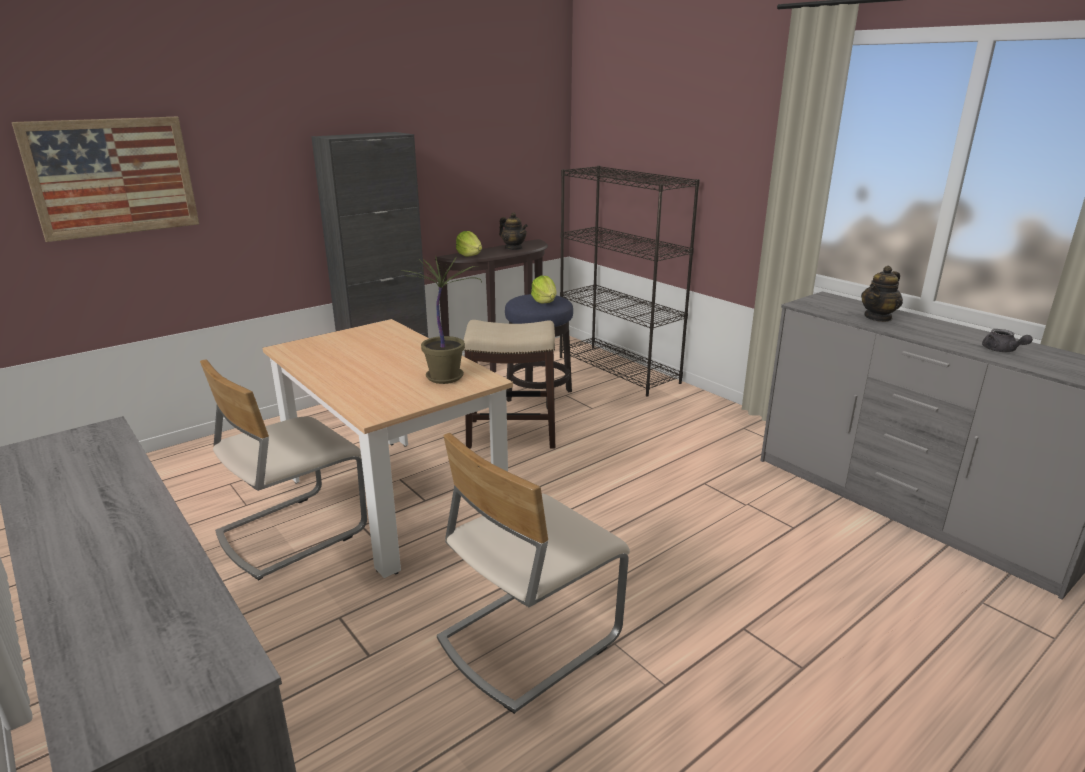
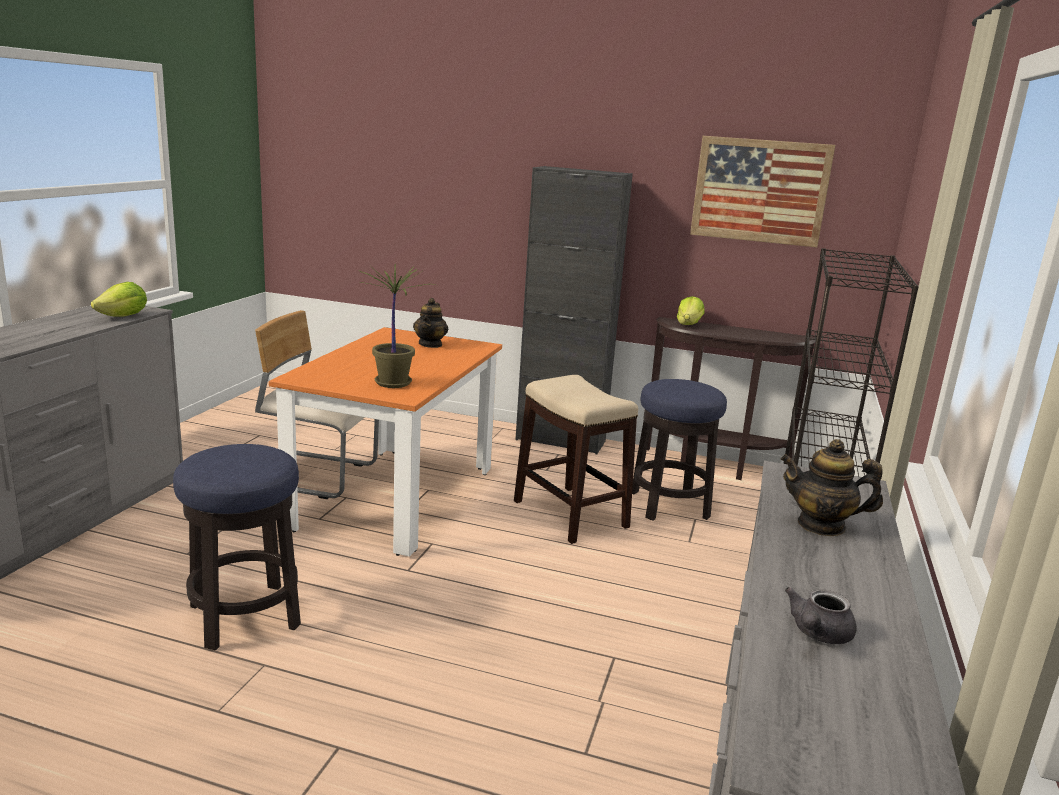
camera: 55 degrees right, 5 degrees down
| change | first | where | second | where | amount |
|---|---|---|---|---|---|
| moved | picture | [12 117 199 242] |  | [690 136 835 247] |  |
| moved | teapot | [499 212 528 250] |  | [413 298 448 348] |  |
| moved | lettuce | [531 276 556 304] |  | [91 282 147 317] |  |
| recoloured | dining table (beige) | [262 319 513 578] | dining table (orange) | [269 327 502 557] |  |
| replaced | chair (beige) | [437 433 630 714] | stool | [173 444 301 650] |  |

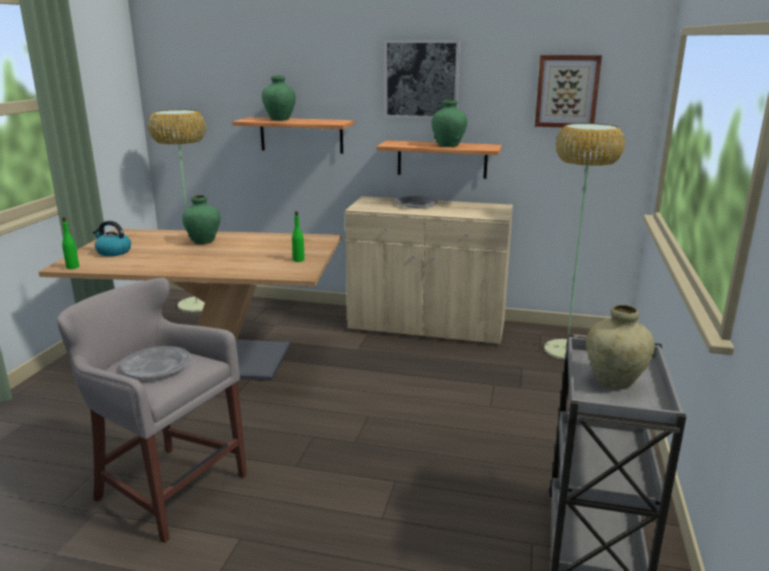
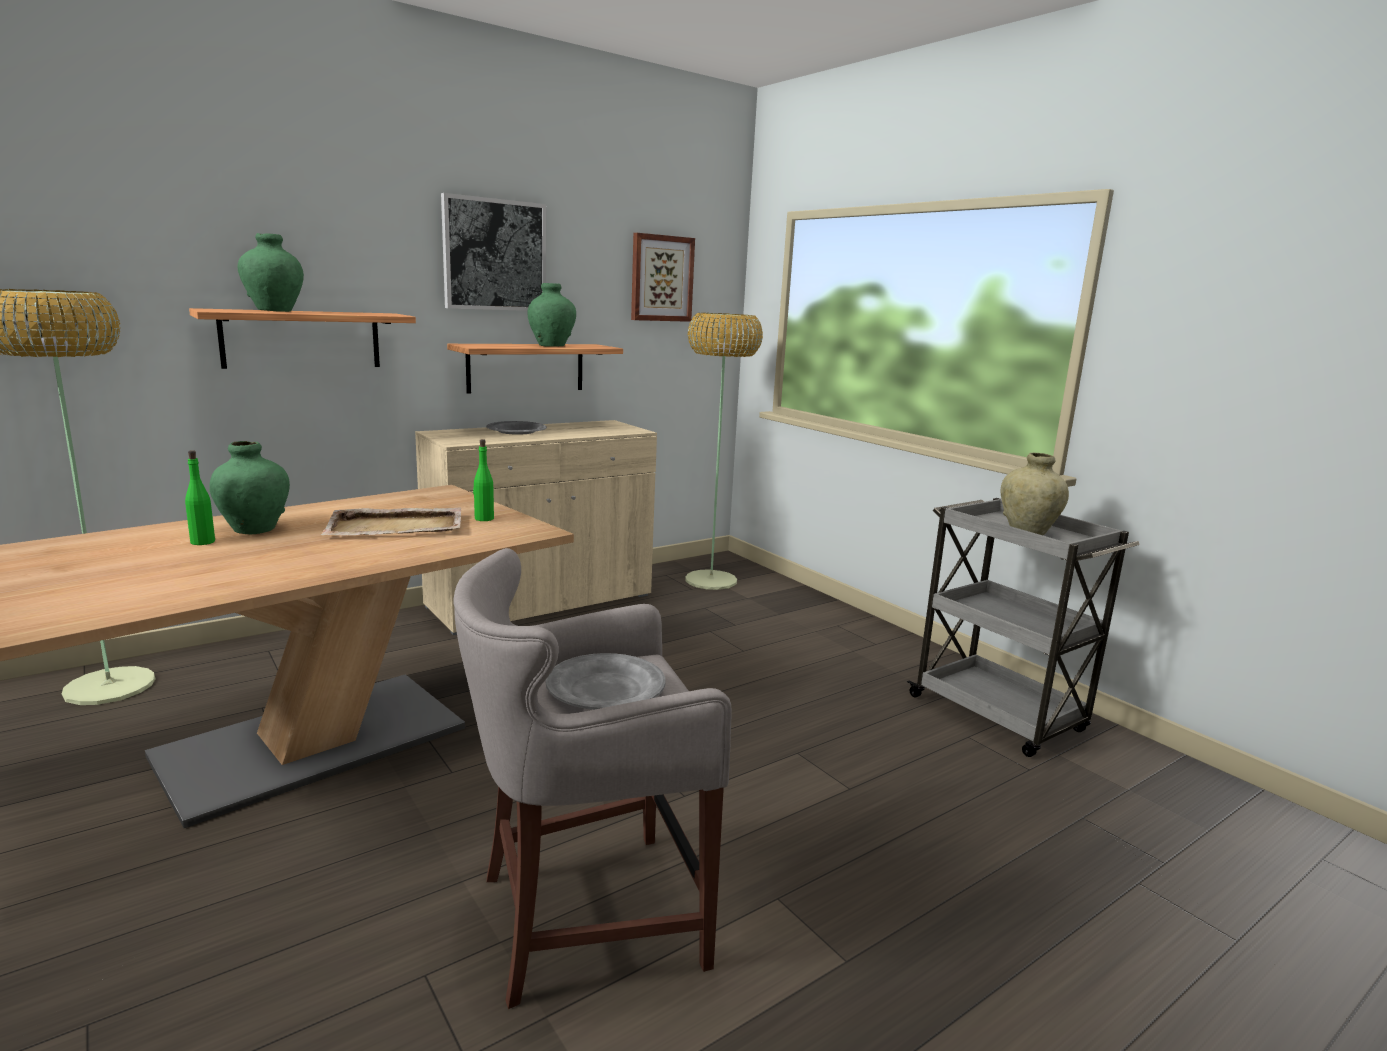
camera: 50 degrees left, 5 degrees down
| change | first | where | second | where | amount |
|---|---|---|---|---|---|
| moved | bottle (green) | [62 217 79 269] |  | [185 450 215 545] |  |
| removed | kettle | [93 221 131 256] |  |  |  |
| added |  |  | tray (beige) | [321 507 462 535] |  |

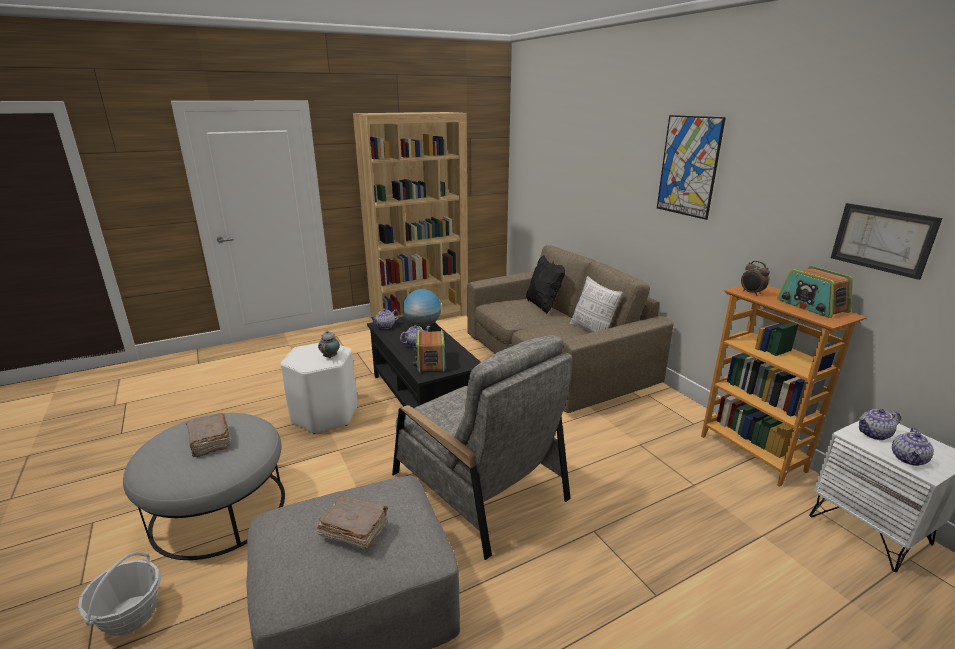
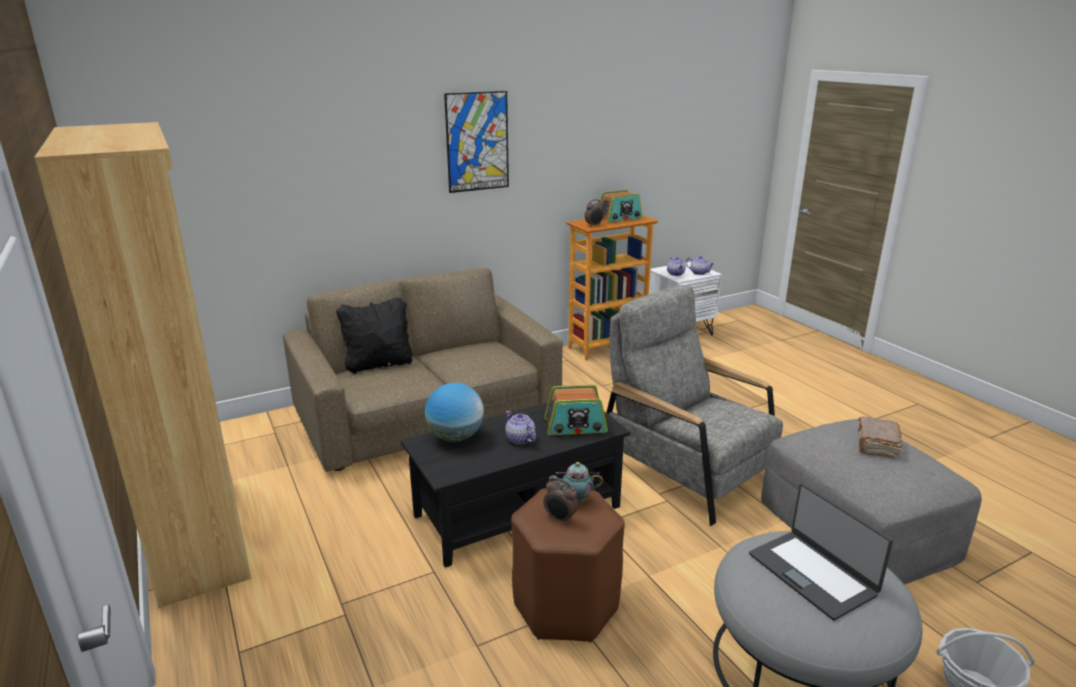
camera: 90 degrees left, 0 degrees up
| change | first | where | second | where | amount |
|---|---|---|---|---|---|
| removed | picture | [831 203 942 280] |  |  |  |
| removed | pillow | [570 276 623 333] |  |  |  |
| removed | teapot | [370 309 400 329] |  |  |  |
| turned | armchair (grey) | [392 335 572 560] |  | [606 285 783 526] | 90 degrees counterclockwise |
| recoloured | stool (white) | [281 343 357 434] | stool (brown) | [511 488 625 643] |  |
| replaced | book (brown) | [186 413 231 457] | laptop | [749 483 893 621] |  |
| added |  |  | alarm clock | [544 478 578 525] |  |

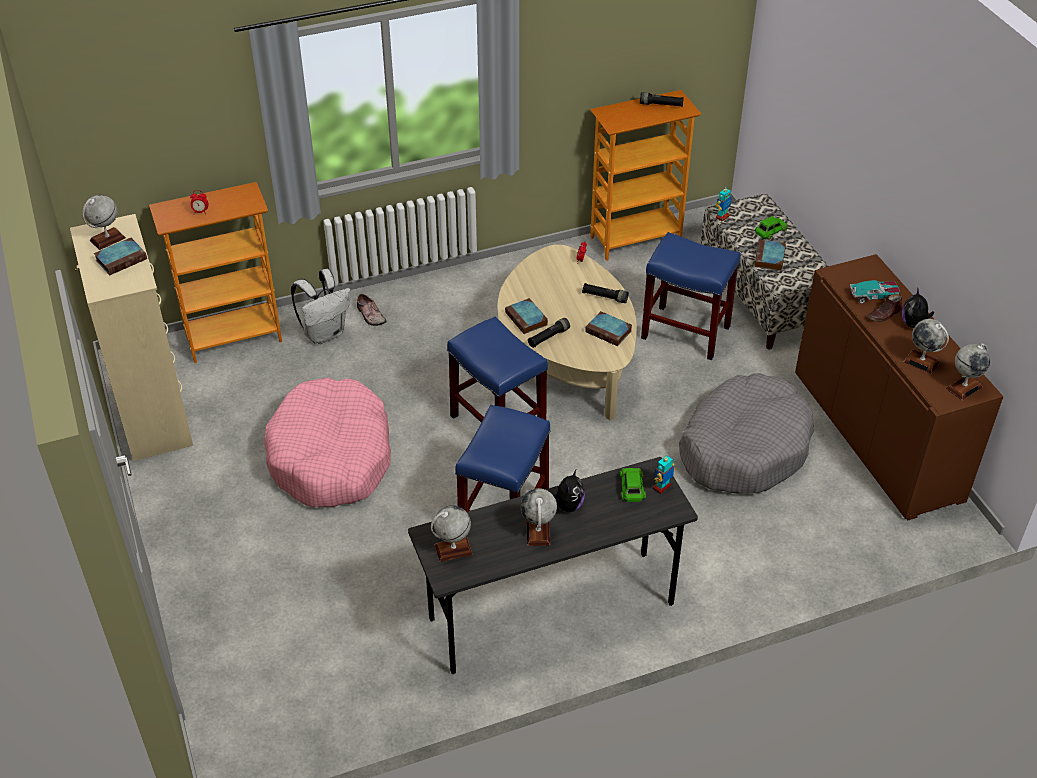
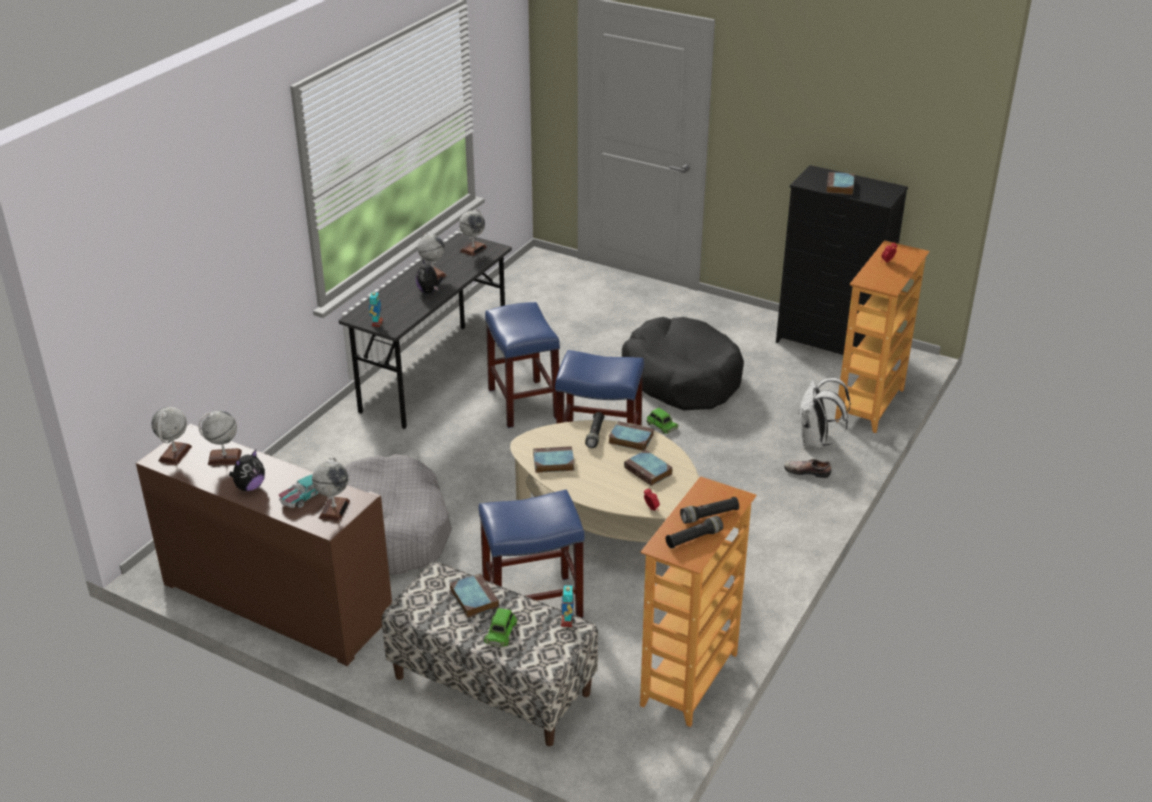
camera: 140 degrees right, 10 degrees down
| change | first | where | second | where | amount |
|---|---|---|---|---|---|
| moved | globe | [82 195 126 250] |  | [312 457 350 521] |  |
| recoloured | dresser (beige) | [70 214 193 461] | dresser (black) | [776 165 908 355] |  |
| moved | flashlight (black) | [582 283 629 303] |  | [680 497 739 524] |  |
| turned | plush toy | [902 290 934 328] |  | [229 450 265 491] | 75 degrees clockwise |
| removed | shoe (brown) | [867 294 902 322] |  |  |  |
| recoloured | dog bed (pink) | [264 378 391 507] | dog bed (black) | [622 317 744 410] |  |
| moved | toy car (green) | [619 468 646 502] |  | [647 408 679 434] |  |
| added |  |  | book | [624 450 673 486] |  |

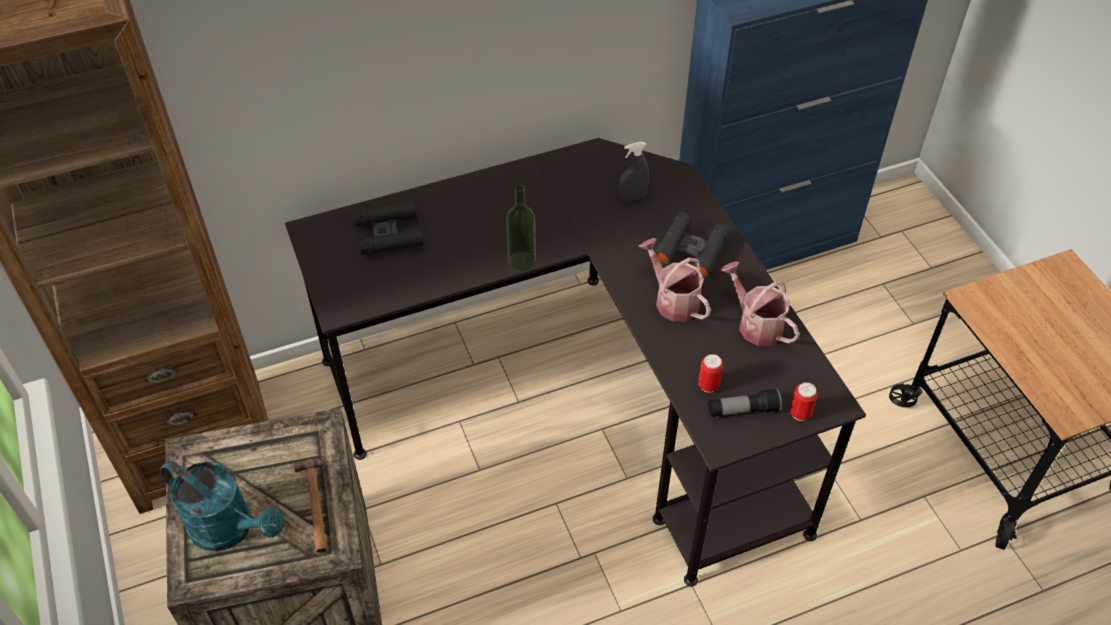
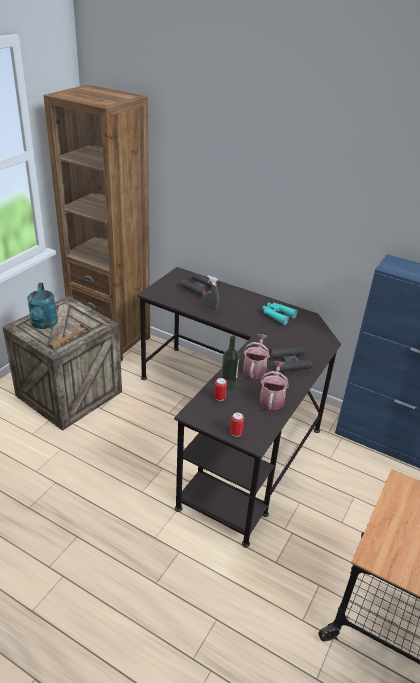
camera: 50 degrees right, 15 degrees down
| change | first | where | second | where | amount |
|---|---|---|---|---|---|
| moved | spray bottle (grey) | [618 142 649 202] |  | [204 276 219 312] |  |
| moved | bottle | [506 185 536 271] |  | [221 336 239 390] |  |
| removed | flashlight | [708 388 782 417] |  |  |  |
| added |  |  | binoculars (turquoise) | [262 302 298 325] |  |

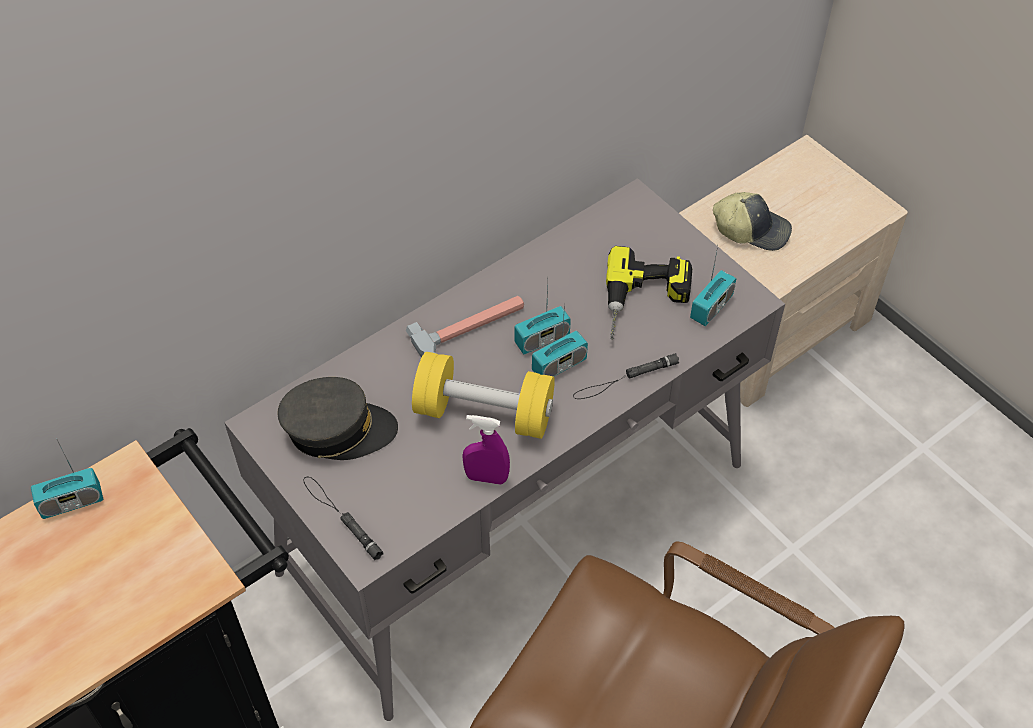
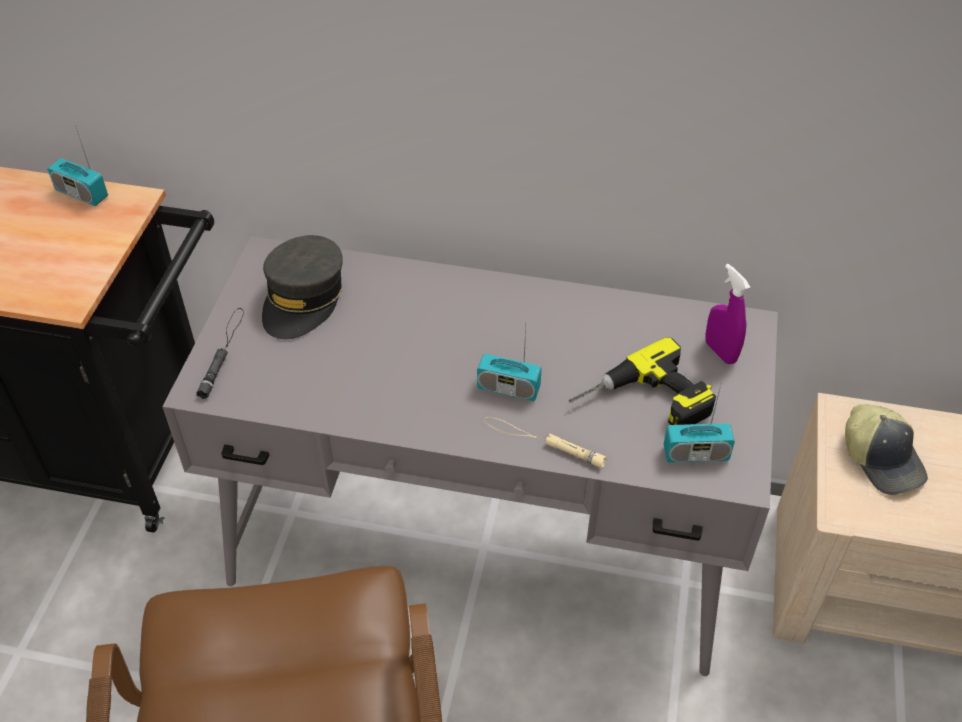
camera: 50 degrees right, 5 degrees down
| change | first | where | second | where | amount |
|---|---|---|---|---|---|
| removed | radio | [514 282 571 354] |  |  |  |
| removed | hammer | [406 296 524 358] |  |  |  |
| removed | dumbbell (yellow) | [412 352 555 439] |  |  |  |
| recoloured | flashlight (black) | [573 353 679 399] | flashlight (beige) | [484 417 607 468] |  |
| turned | cap (grey) | [277 377 398 460] |  | [262 235 343 339] | 60 degrees clockwise |
| moved | spray bottle (purple) | [462 415 510 485] |  | [706 264 750 364] |  |

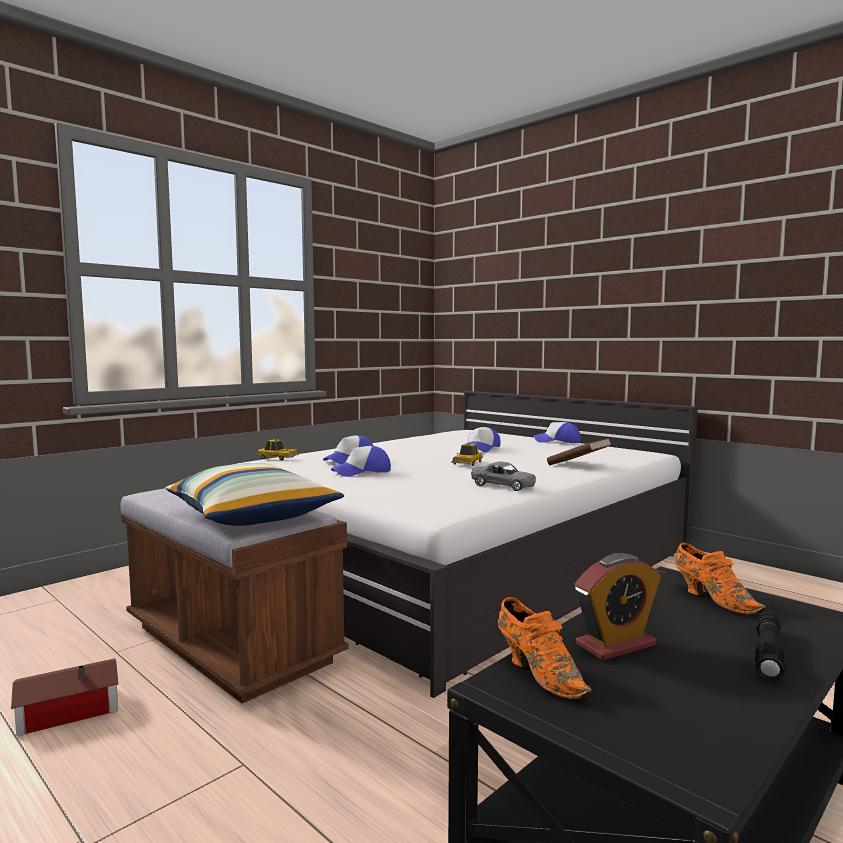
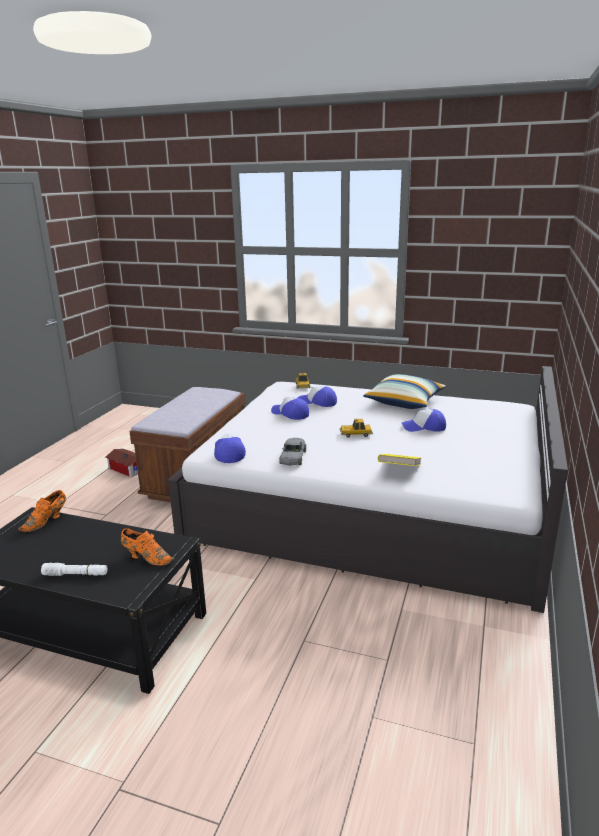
camera: 65 degrees right, 15 degrees up
| change | first | where | second | where | amount |
|---|---|---|---|---|---|
| moved | cap | [534 422 581 443] |  | [214 433 246 463] |  |
| recoloured | book (brown) | [547 438 612 465] | book (yellow) | [378 454 421 466] |  |
| moved | pillow | [166 463 344 526] |  | [363 374 446 409] |  |
| turned | shoe (orange) | [675 542 766 614] |  | [121 528 174 566] | 105 degrees counterclockwise |
| removed | alarm clock | [575 553 661 661] |  |  |  |
| recoloured | flashlight (black) | [755 611 785 682] | flashlight (white) | [41 563 107 576] |  |

